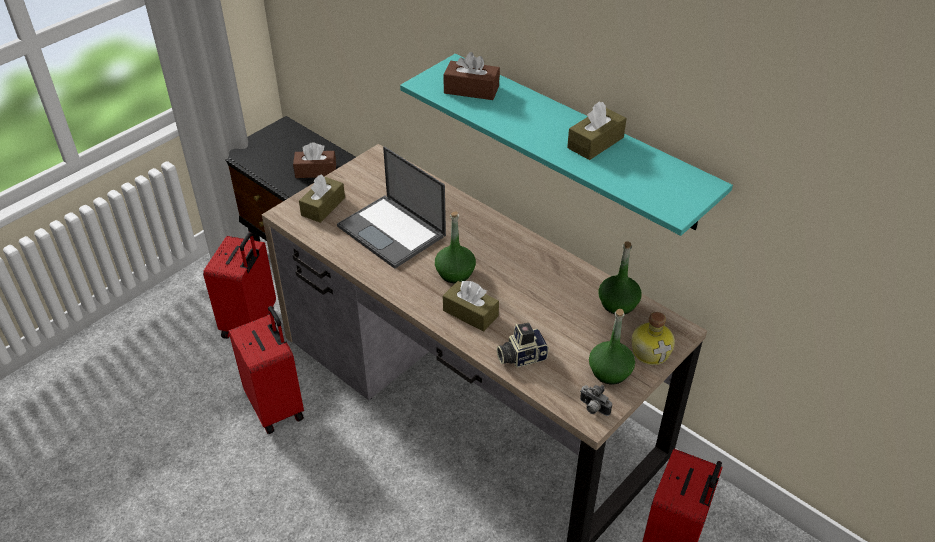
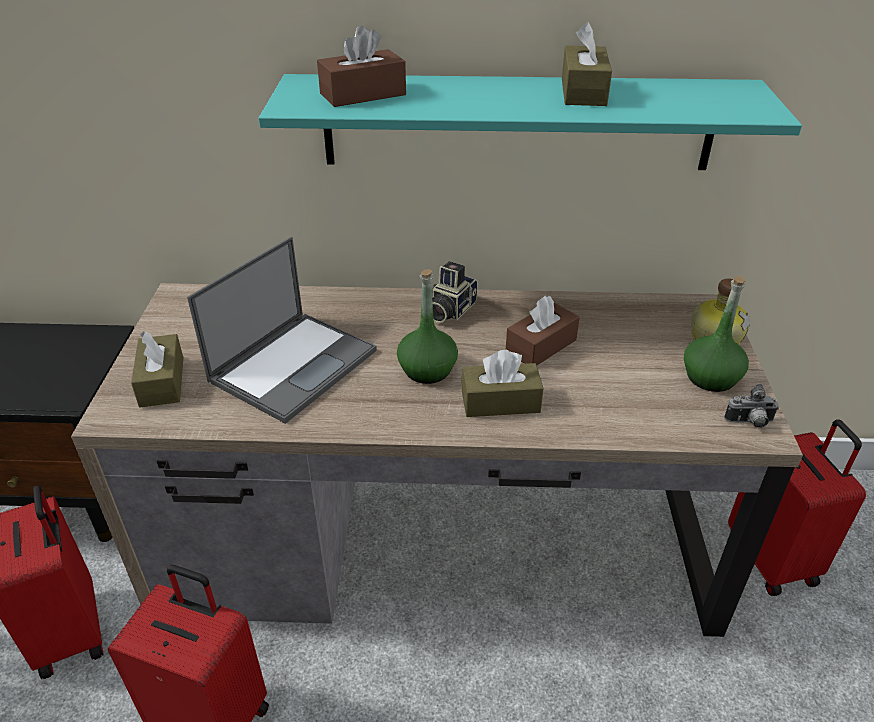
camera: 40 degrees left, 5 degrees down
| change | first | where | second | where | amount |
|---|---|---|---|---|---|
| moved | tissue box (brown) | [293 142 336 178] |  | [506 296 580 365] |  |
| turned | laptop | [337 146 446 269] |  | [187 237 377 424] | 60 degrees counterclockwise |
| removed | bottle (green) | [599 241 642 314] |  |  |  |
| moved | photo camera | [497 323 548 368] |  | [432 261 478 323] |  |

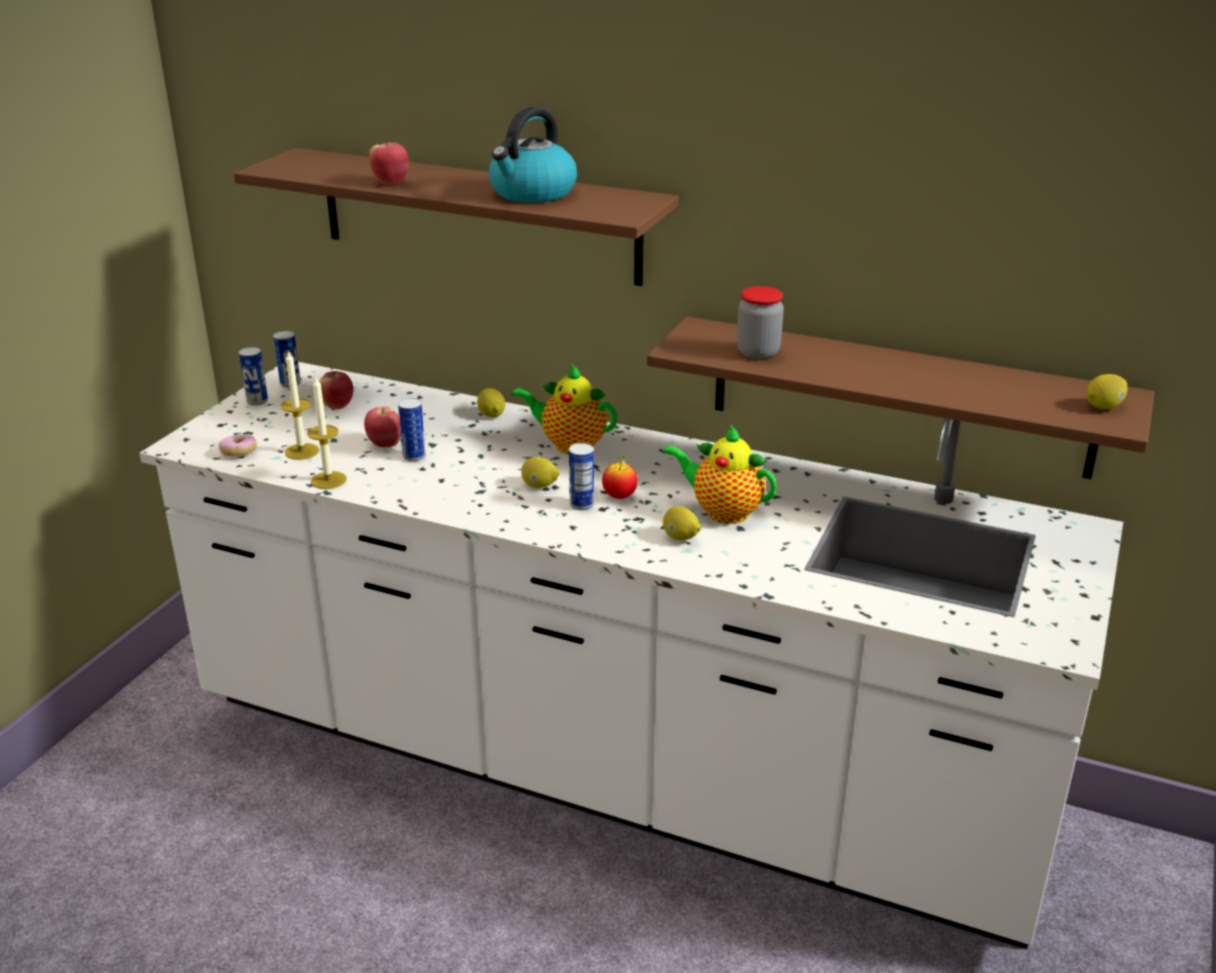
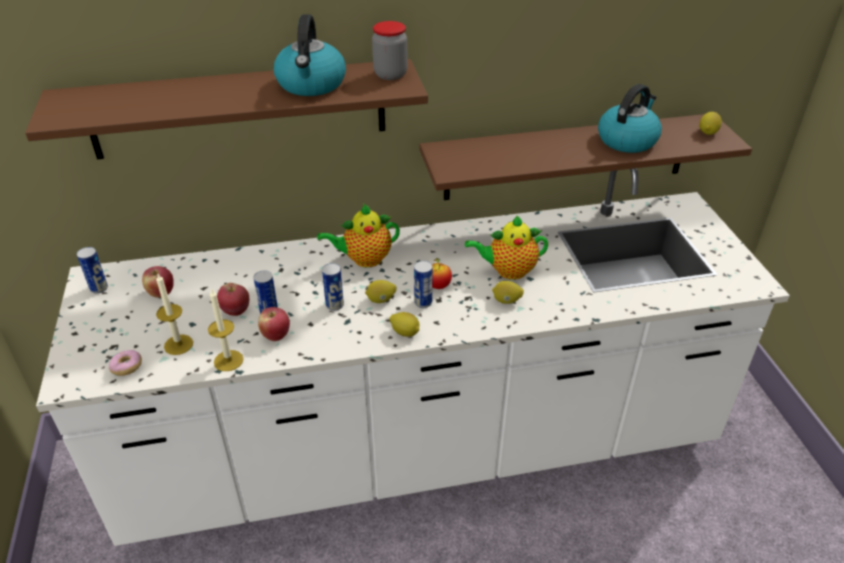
camera: 35 degrees left, 10 degrees up
| change | first | where | second | where | amount |
|---|---|---|---|---|---|
| moved | apple | [369 142 409 185] |  | [258 307 290 341] |  |
| moved | jar | [737 286 784 359] |  | [372 21 408 80] |  |
| moved | can | [239 347 268 406] |  | [322 263 344 311] |  |
| moved | lemon | [477 388 505 417] |  | [389 312 419 337] |  |
| added |  |  | kettle | [598 84 662 153] |  |

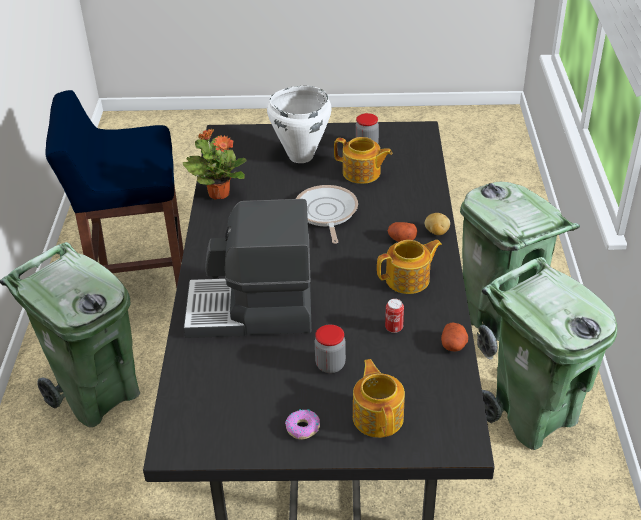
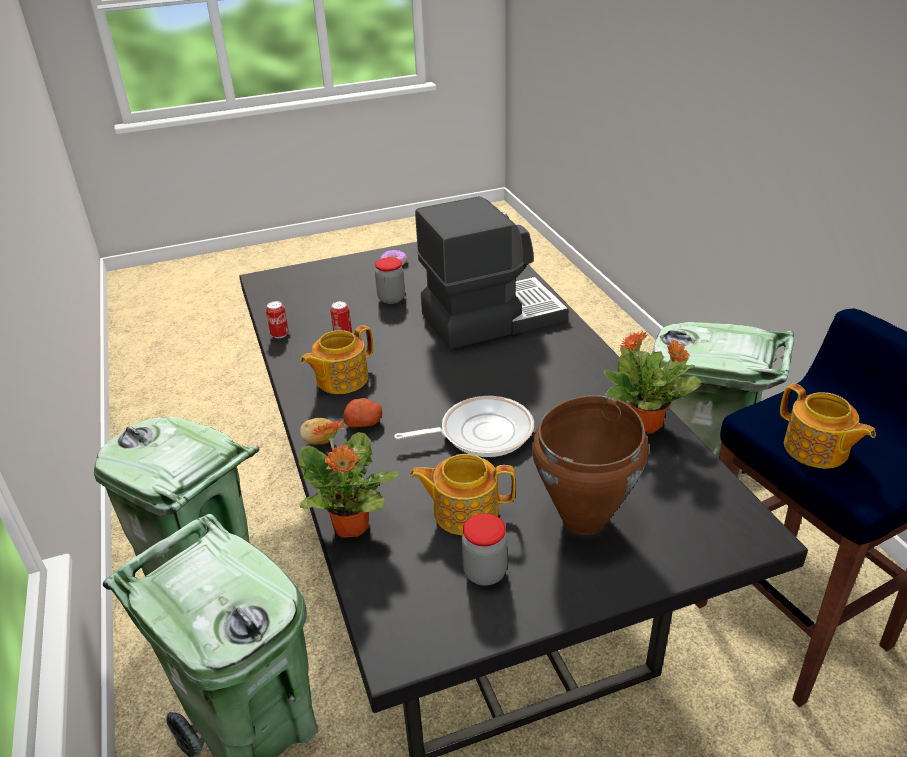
camera: 160 degrees right, 5 degrees down
| change | first | where | second | where | amount |
|---|---|---|---|---|---|
| recoloured | cooking pot (white) | [267 86 332 163] | cooking pot (brown) | [532 395 649 535] |  |
| turned | frying pan | [296 185 358 244] |  | [394 396 534 457] | 75 degrees counterclockwise |
| replaced | potato | [441 322 468 352] | can | [266 301 289 338] |  |
| moved | teapot | [353 359 405 438] |  | [780 383 876 469] |  |
| added |  |  | potted plant | [298 420 399 538] |  |

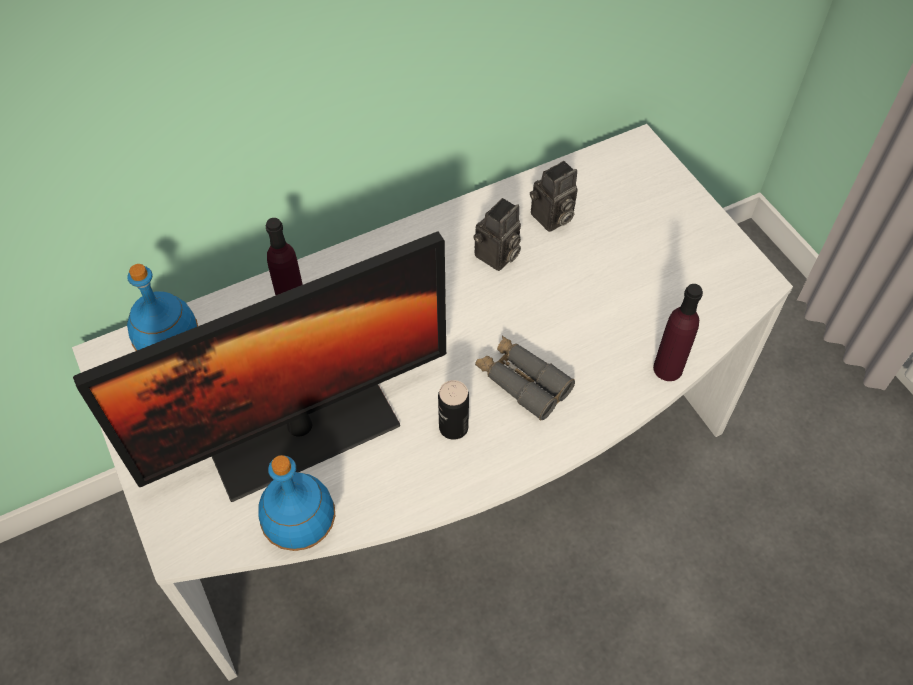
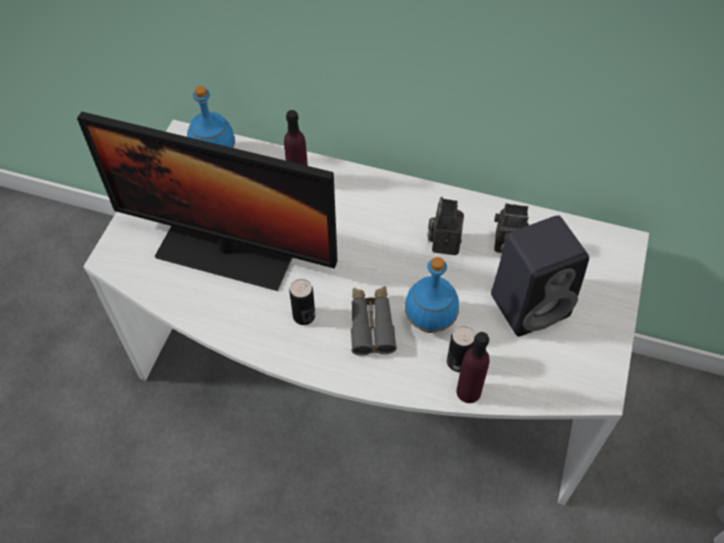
camera: 45 degrees right, 0 degrees up
| change | first | where | second | where | amount |
|---|---|---|---|---|---|
| turned | photo camera | [473 198 521 271] |  | [427 197 464 255] | 105 degrees clockwise |
| moved | bottle (blue) | [258 455 335 551] |  | [405 257 459 333] |  |
| added |  |  | speaker (black) | [491 215 589 337] |  |
| added |  |  | can | [447 326 475 372] |  |

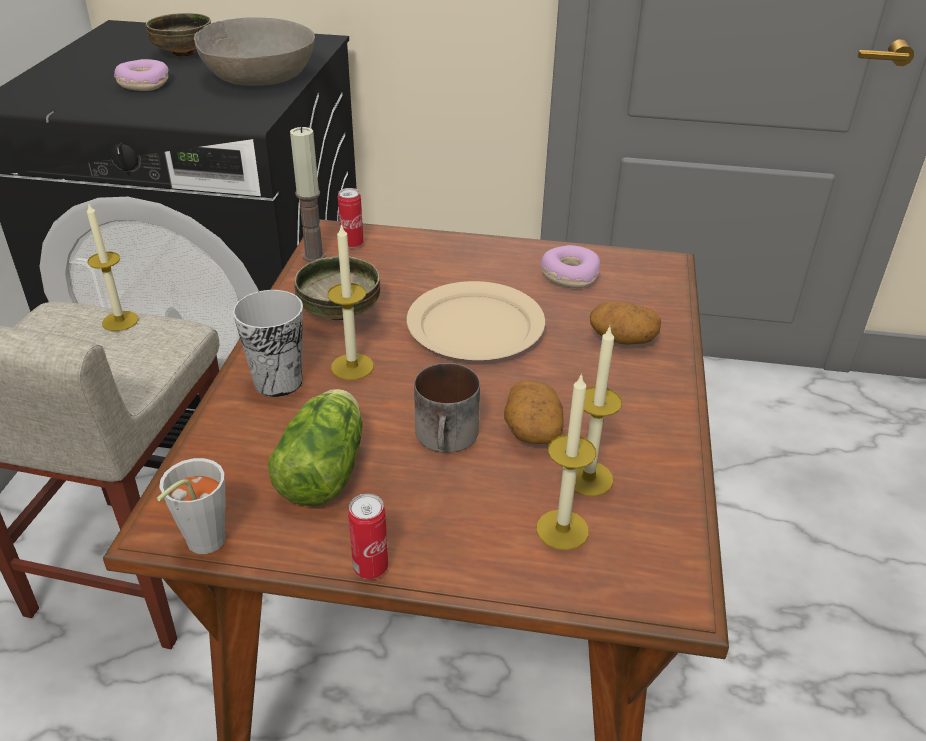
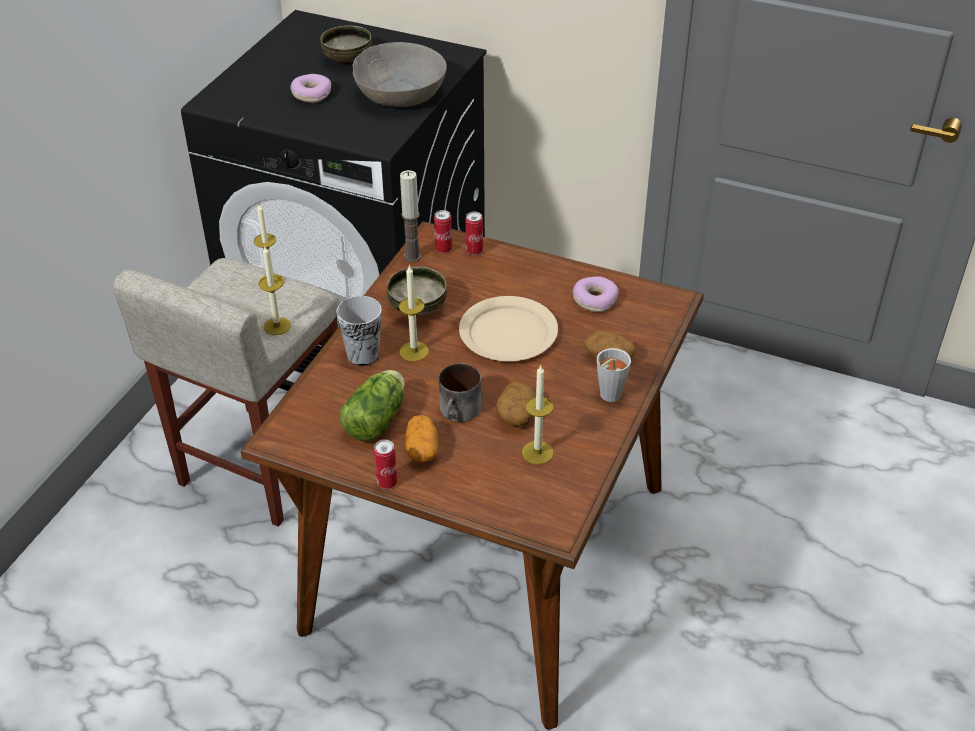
camera: 15 degrees right, 5 degrees up
| change | first | where | second | where | amount |
|---|---|---|---|---|---|
| moved | candle | [536 373 596 550] |  | [259 247 291 335] |  |
| moved | cup (grey) | [157 458 226 554] |  | [597 348 631 402] |  |
| added |  |  | can | [466 212 483 255] |  |
| added |  |  | potato | [405 415 439 462] |  |

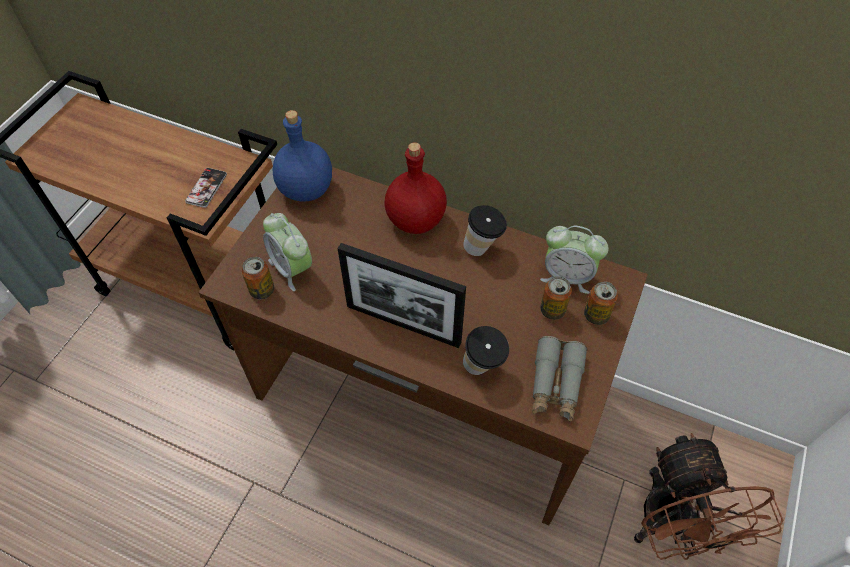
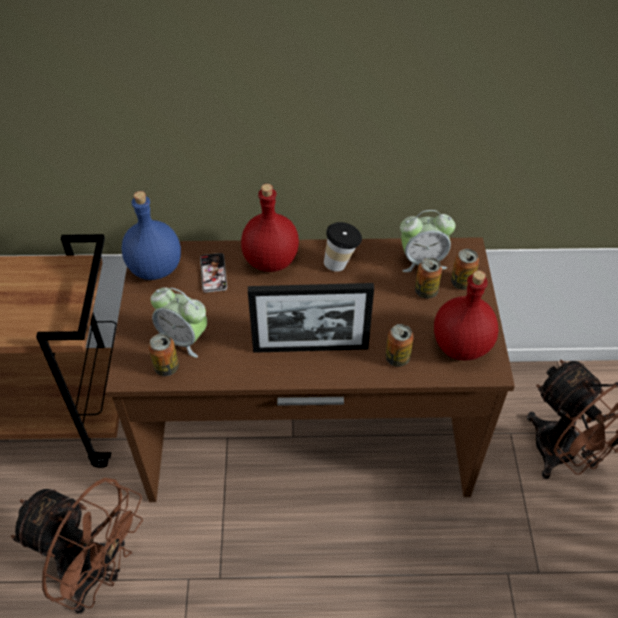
camera: 25 degrees left, 5 degrees down
| change | first | where | second | where | amount |
|---|---|---|---|---|---|
| moved | phone | [185 168 227 208] |  | [200 253 227 293] |  |
| replaced | cup | [463 326 509 375] | can | [386 324 414 367] |  |
| replaced | binoculars (grey) | [532 336 587 422] | bottle (red) | [434 270 498 361] |  |
| added |  |  | fan (brown) | [10 478 143 614] |  |

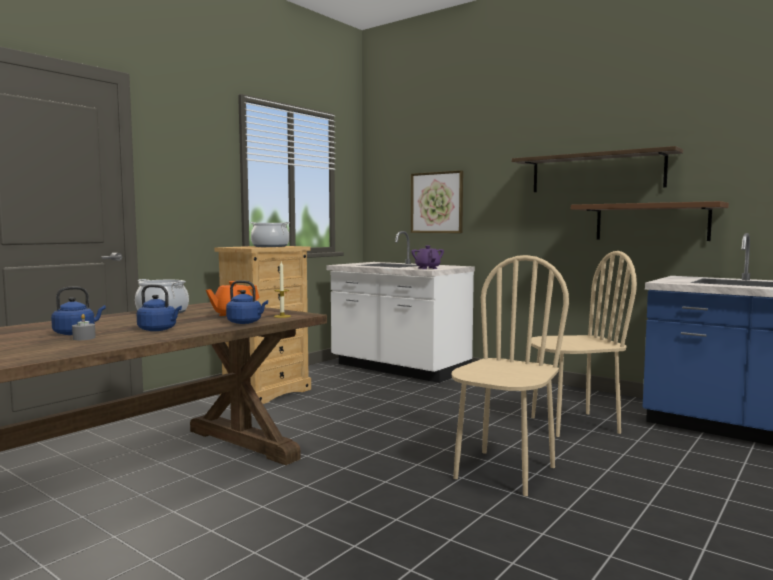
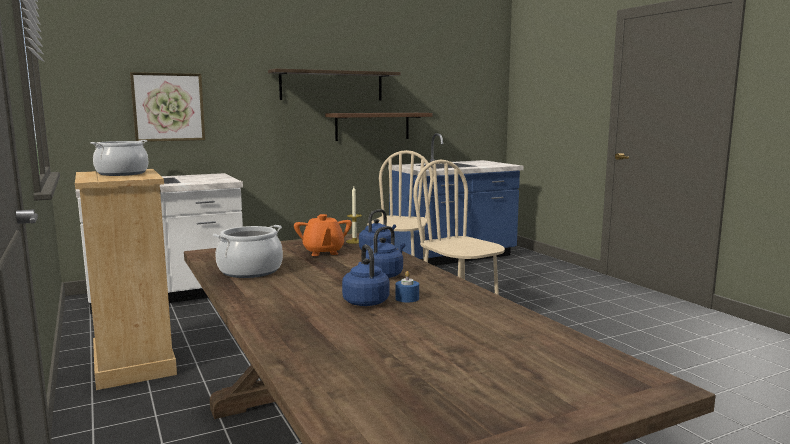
camera: 65 degrees left, 5 degrees up
| change | first | where | second | where | amount |
|---|---|---|---|---|---|
| removed | teapot (purple) | [411 245 444 269] |  |  |  |
| recoloured | candle (grey) | [72 314 96 340] | candle (blue) | [395 271 419 303] |  |

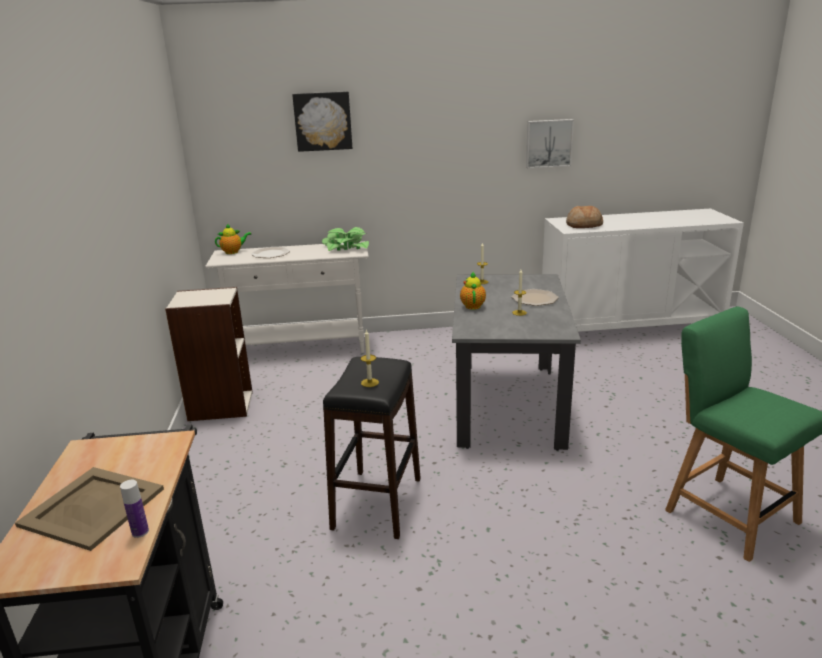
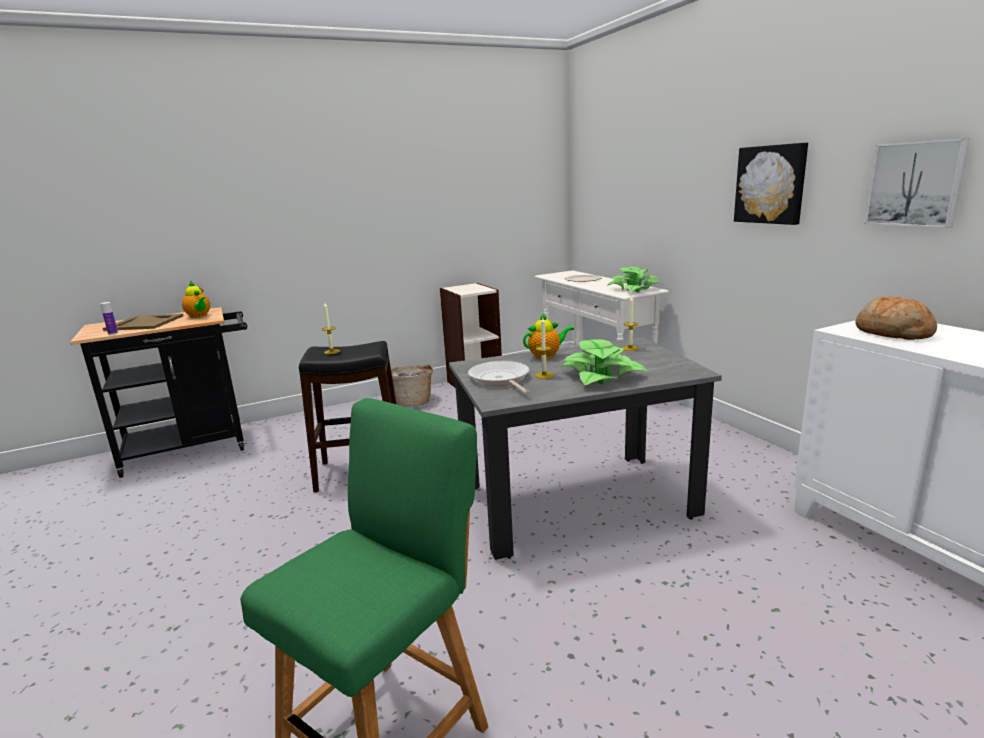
camera: 70 degrees right, 5 degrees down
| change | first | where | second | where | amount |
|---|---|---|---|---|---|
| moved | picture | [292 91 352 152] |  | [734 143 808 225] |  |
| moved | teapot | [215 224 252 254] |  | [182 281 210 318] |  |
| replaced | plate | [511 289 559 306] | potted plant | [561 339 647 385] |  |
| added |  |  | frying pan | [468 361 529 394] |  |
| added |  |  | basket | [391 364 433 407] |  |

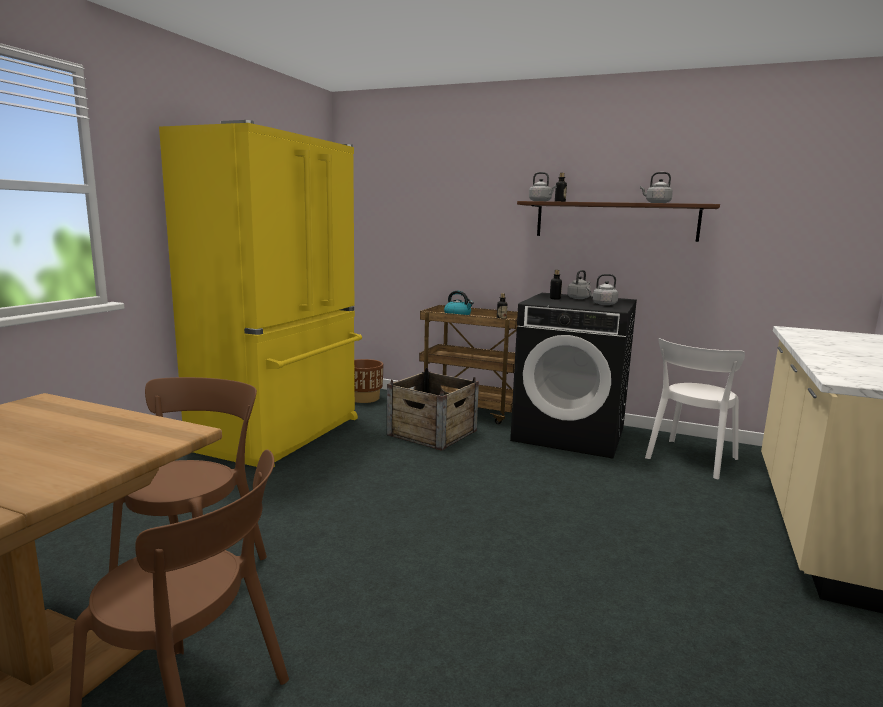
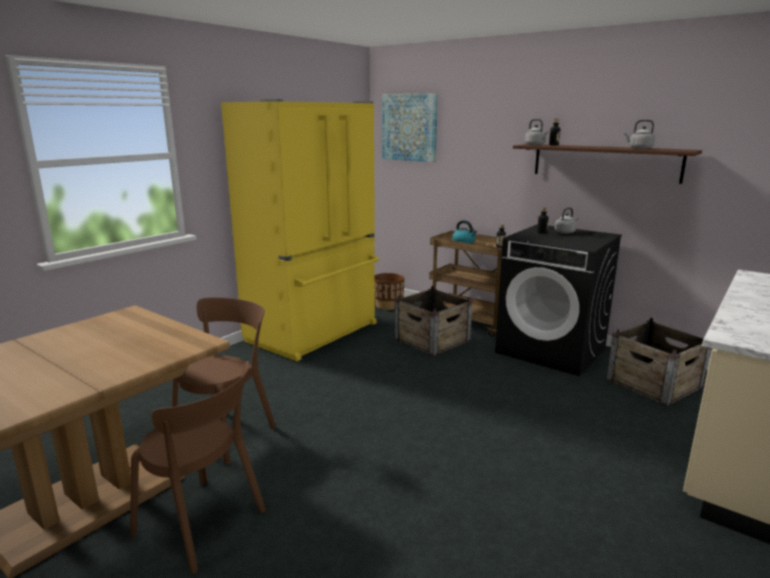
camera: 15 degrees right, 5 degrees up
| change | first | where | second | where | amount |
|---|---|---|---|---|---|
| removed | kettle (grey) | [586 274 618 305] |  |  |  |
| replaced | chair (white) | [645 338 745 479] | crate | [606 318 710 407] |  |
| added |  |  | picture | [382 93 438 162] |  |

